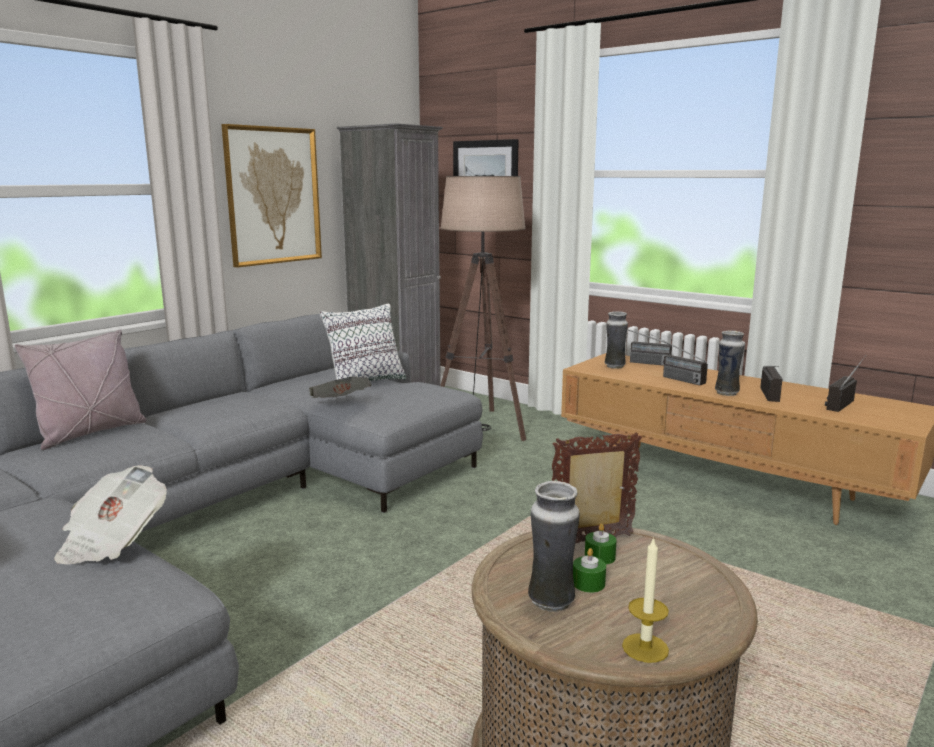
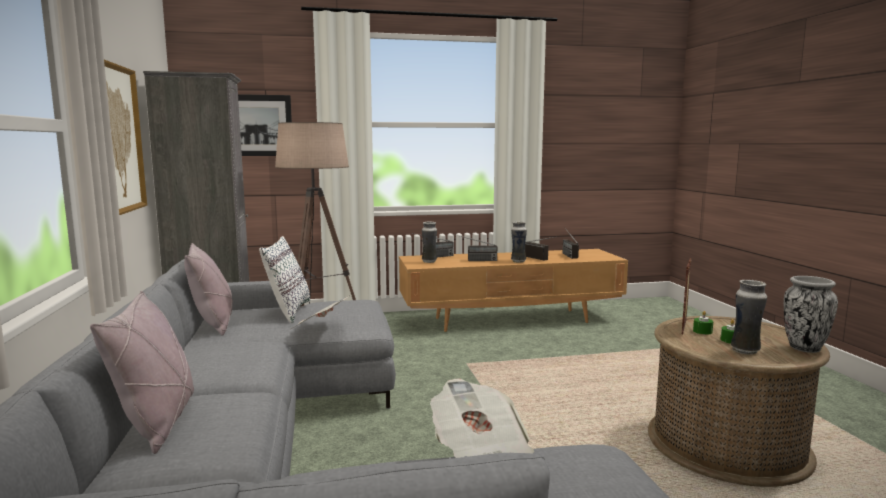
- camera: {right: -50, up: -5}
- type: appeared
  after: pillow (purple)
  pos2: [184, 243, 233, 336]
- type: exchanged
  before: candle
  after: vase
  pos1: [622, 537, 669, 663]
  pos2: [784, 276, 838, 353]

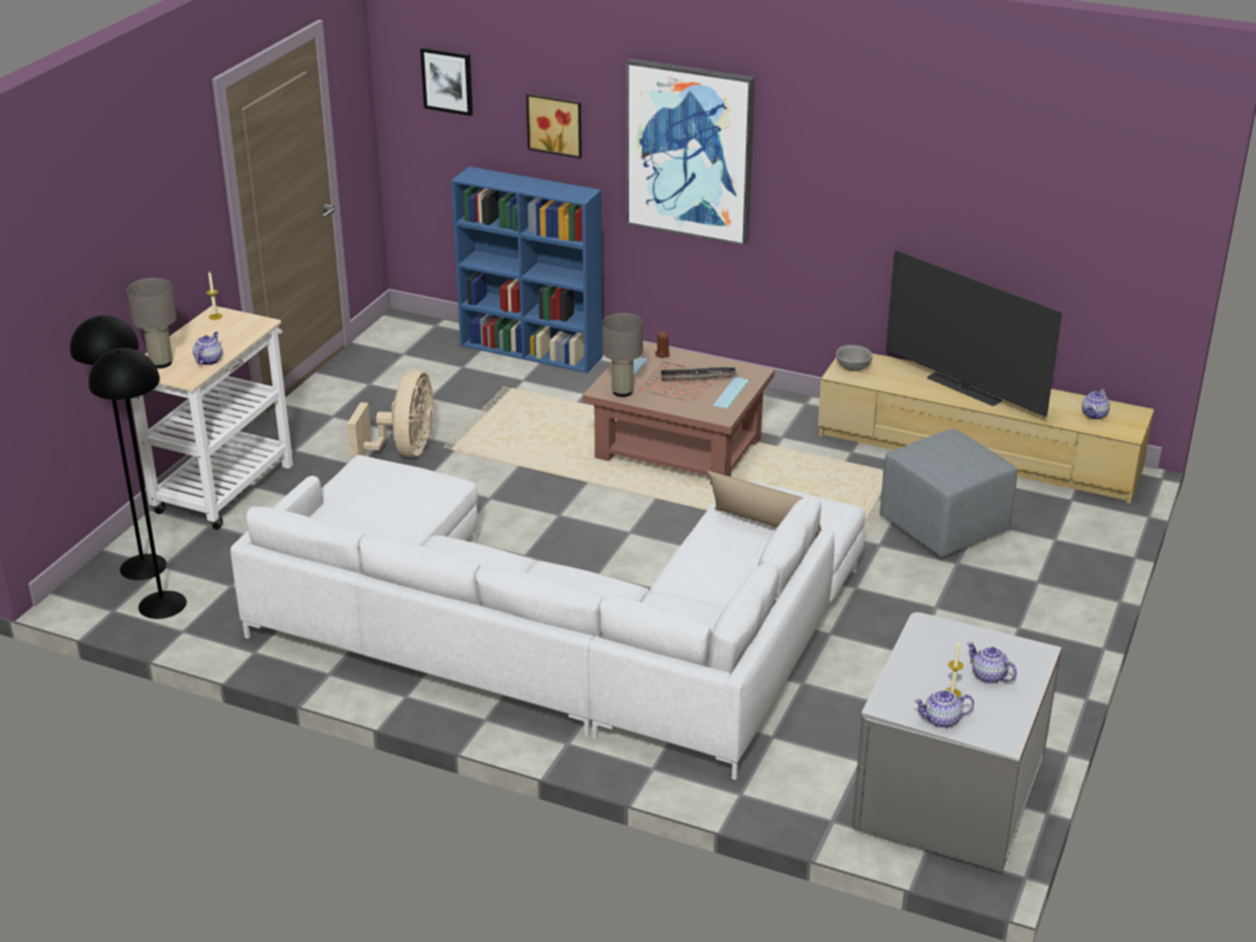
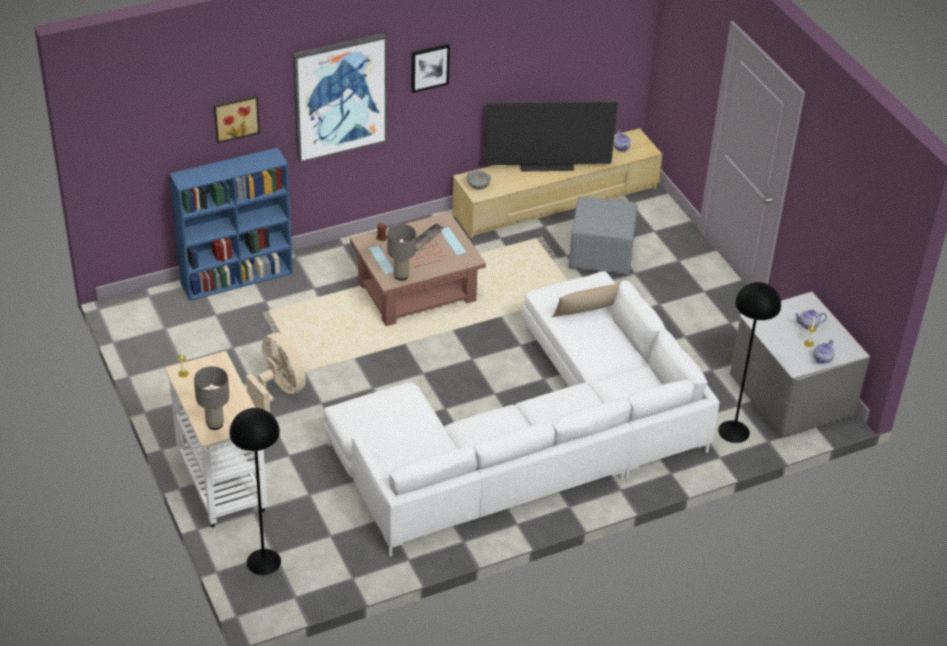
- camera: {right: -50, up: 10}
- type: relocated
  before: picture
  pos1: [420, 47, 473, 116]
  pos2: [411, 44, 450, 93]
- type: relocated
  before: floor lamp (black)
  pos1: [88, 348, 187, 619]
  pos2: [718, 282, 781, 443]
- type: missing
  before: teapot
  pos1: [193, 332, 223, 365]

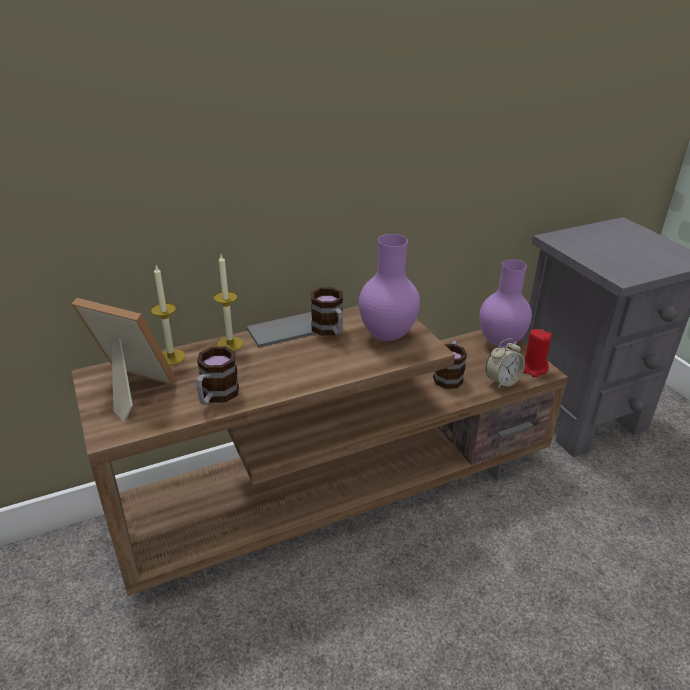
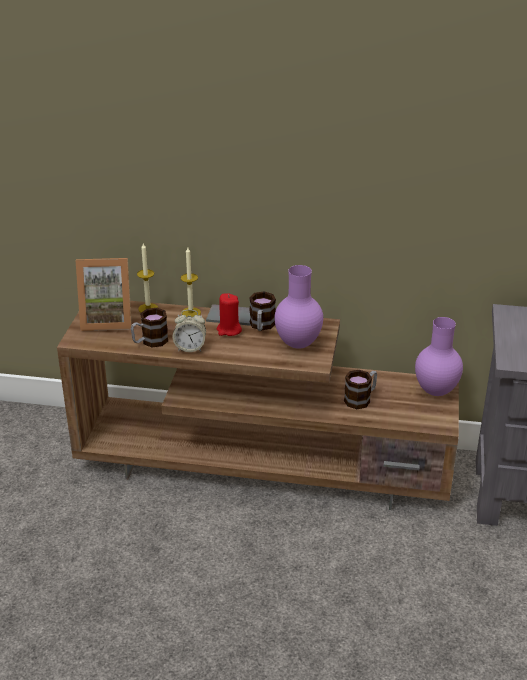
- camera: {right: 35, up: 0}
- type: spun
  before: picture frame
  pos1: [72, 298, 177, 422]
  pos2: [75, 258, 132, 331]
  turn: 120
- type: relocated
  before: alarm clock
  pos1: [486, 338, 525, 389]
  pos2: [173, 310, 206, 352]
- type: relocated
  before: candle (red)
  pos1: [523, 329, 552, 377]
  pos2: [217, 293, 242, 336]

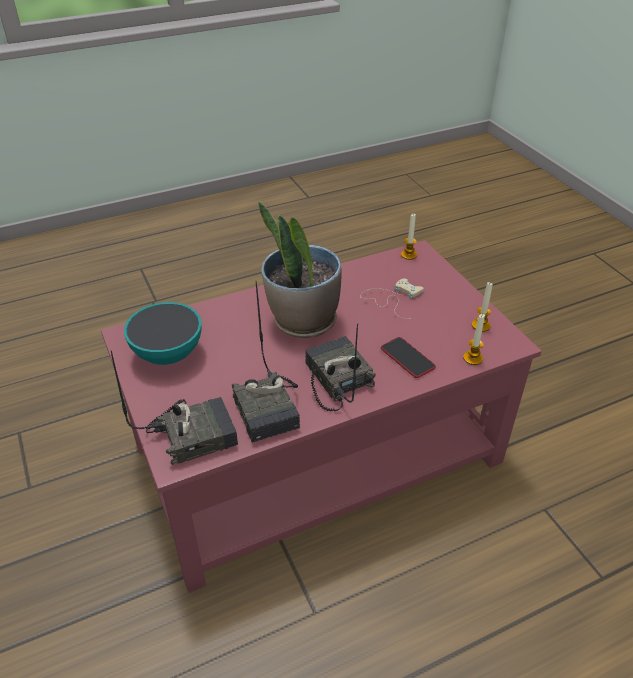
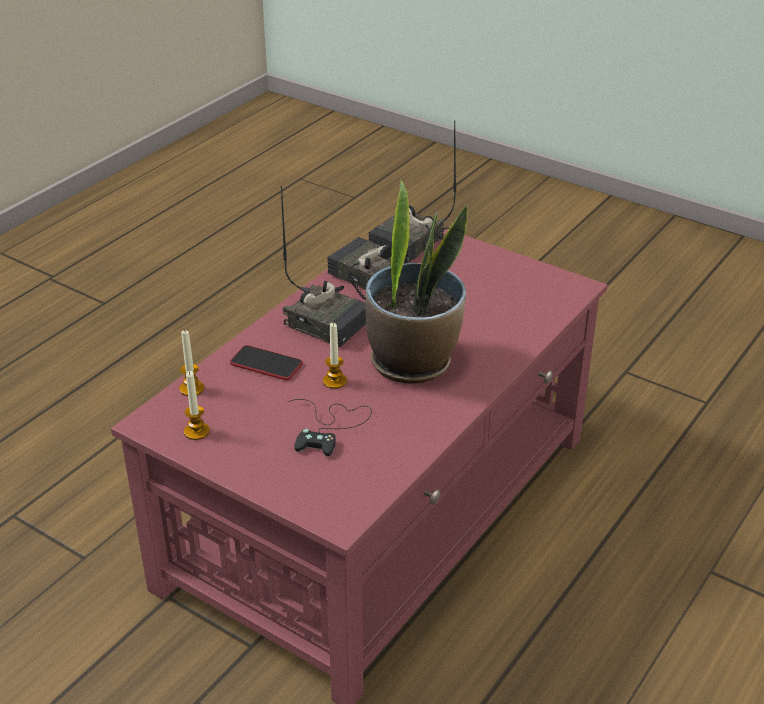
- camera: {right: 150, up: -5}
- type: colour
  before: game controller (beige)
  after: game controller (black)
  pos1: [360, 278, 424, 319]
  pos2: [288, 399, 372, 456]
- type: relocated
  before: candle
  pos1: [401, 213, 417, 260]
  pos2: [323, 322, 347, 389]
- type: missing
  before: bowl
  pos1: [124, 302, 202, 365]

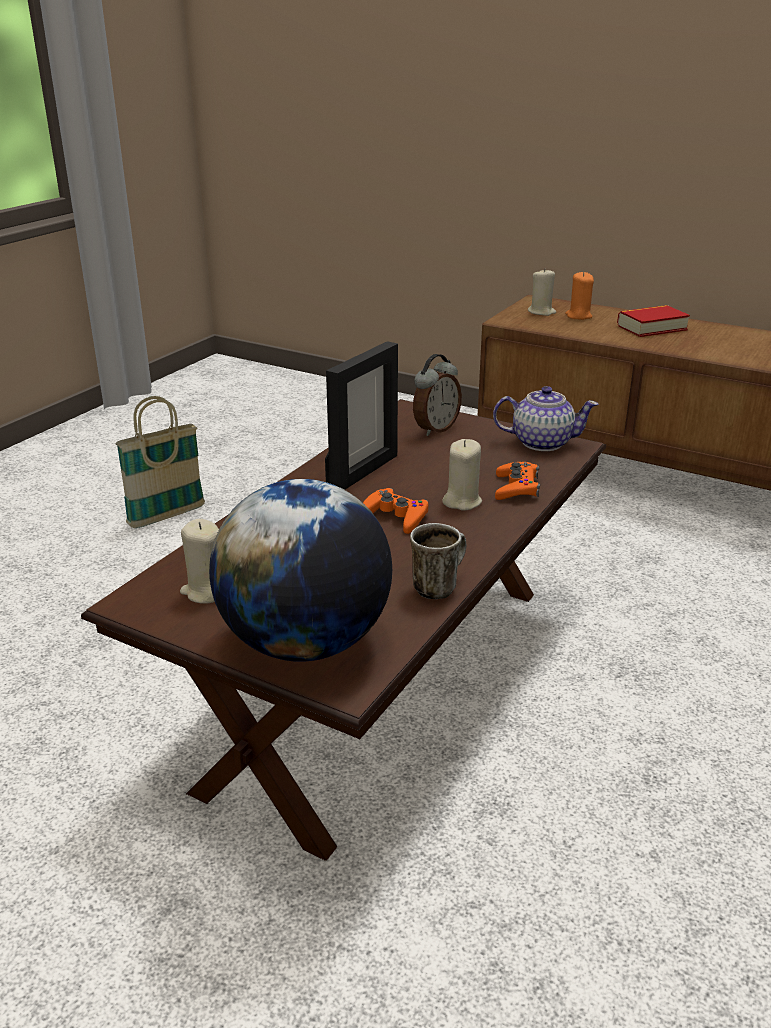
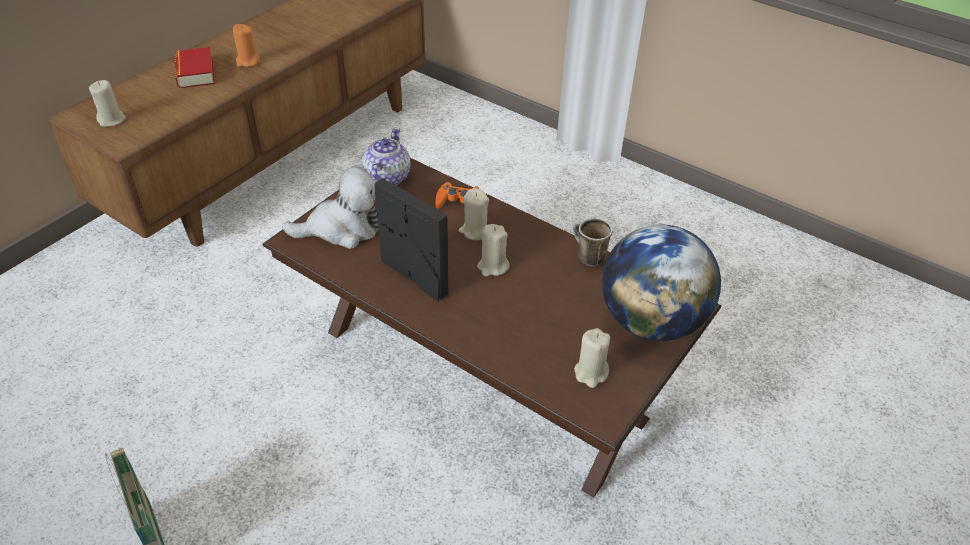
- camera: {right: -85, up: 15}
- type: relocated
  before: candle (orange)
  pos1: [565, 272, 594, 320]
  pos2: [233, 24, 260, 67]
- type: exchanged
  before: alarm clock
  after: plush toy
  pos1: [413, 354, 462, 436]
  pos2: [282, 165, 379, 249]
- type: exchanged
  before: game controller (orange)
  after: candle (beige)
  pos1: [363, 488, 429, 534]
  pos2: [477, 224, 510, 276]

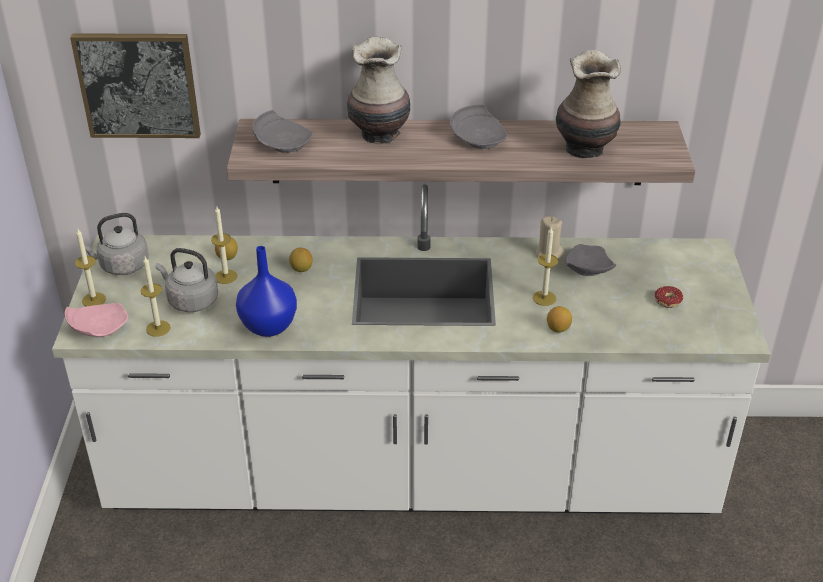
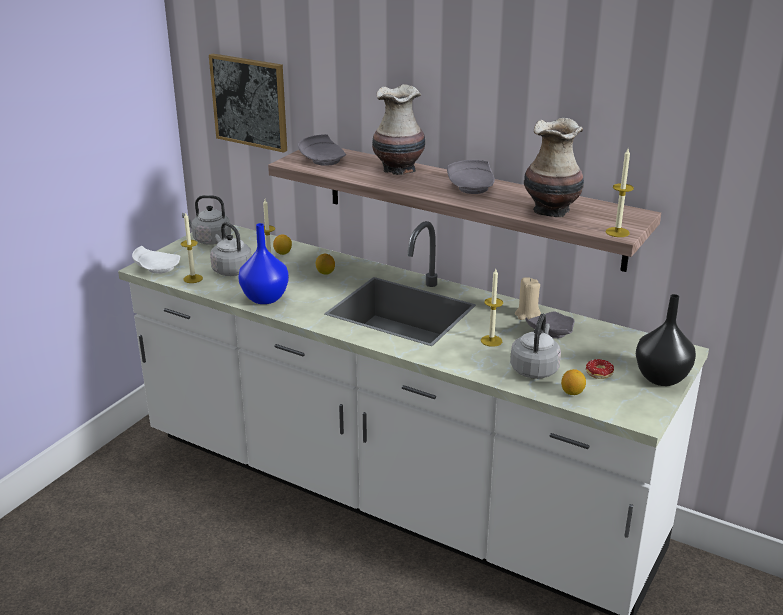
- camera: {right: 30, up: -10}
- type: colour
  before: plate (pink)
  after: plate (white)
  pos1: [65, 303, 128, 337]
  pos2: [132, 246, 181, 274]
- type: appeared
  after: kettle (grey)
  pos2: [510, 313, 561, 379]
- type: relocated
  before: lemon
  pos1: [547, 306, 572, 333]
  pos2: [561, 369, 586, 395]
- type: relocated
  before: candle
  pos1: [75, 229, 106, 306]
  pos2: [606, 149, 634, 237]
- type: appeared
  after: vase (black)
  pos2: [636, 294, 696, 386]

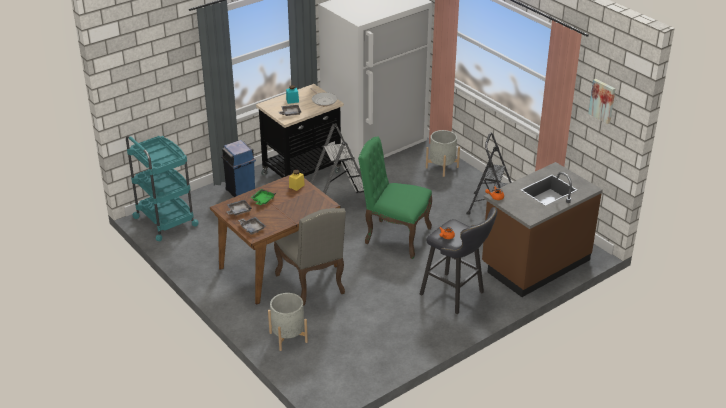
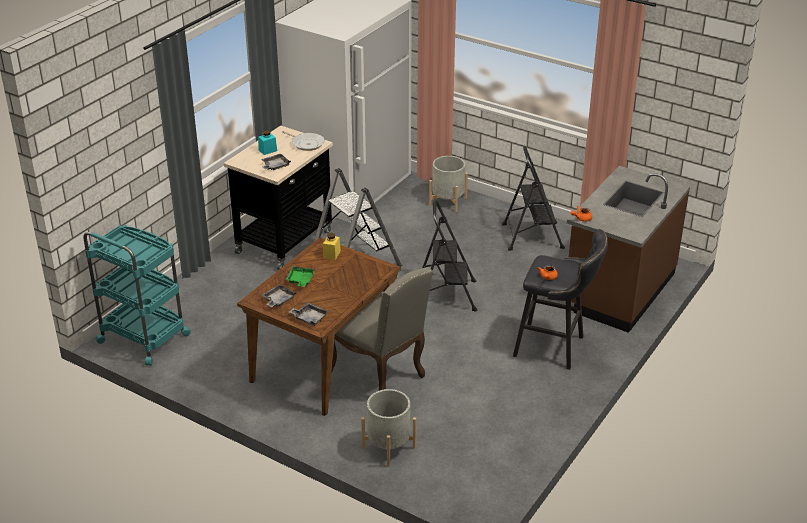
- camera: {right: -20, up: 0}
- type: exchanged
  before: chair (green)
  after: step ladder (black)
  pos1: [358, 137, 432, 259]
  pos2: [422, 200, 477, 312]
- type: missing
  before: trash can (blue)
  pos1: [221, 140, 256, 197]
- type: missing
  before: picture
  pos1: [588, 79, 616, 124]

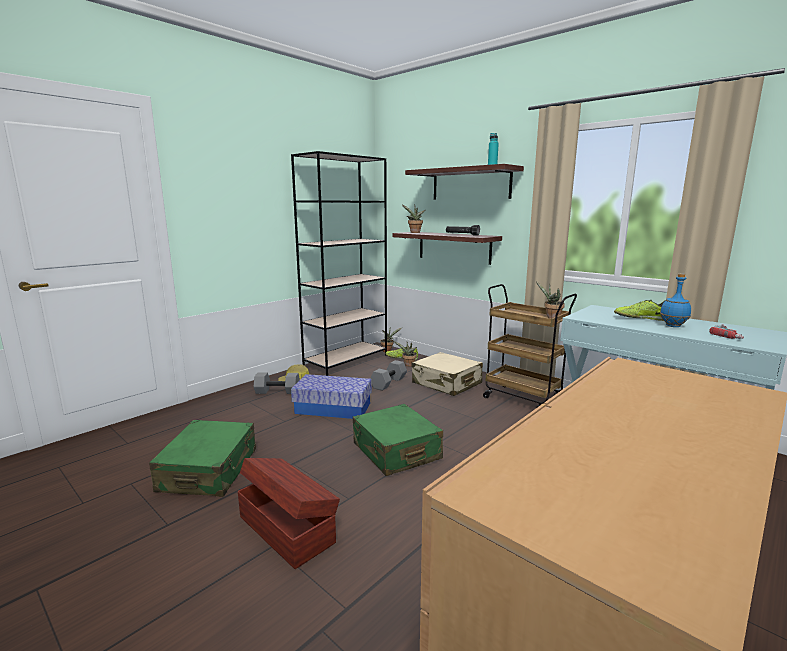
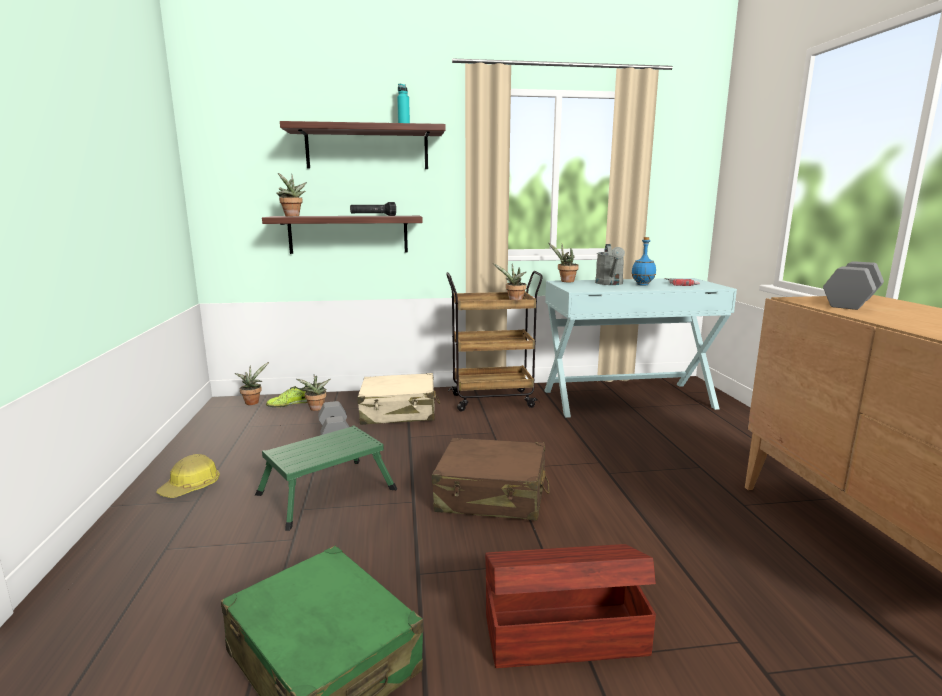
- camera: {right: -50, up: 0}
- type: exchanged
  before: storage box
  after: step ladder (green)
  pos1: [291, 374, 372, 419]
  pos2: [255, 425, 397, 531]
- type: colour
  before: suitcase (green)
  after: suitcase (brown)
  pos1: [353, 404, 443, 476]
  pos2: [432, 438, 549, 520]
- type: appeared
  after: potted plant
  pos2: [549, 243, 579, 282]
- type: exchanged
  before: shoe
  after: watering can (grey)
  pos1: [614, 300, 664, 321]
  pos2: [595, 244, 625, 285]
- type: relocated
  before: dumbbell (grey)
  pos1: [254, 372, 300, 394]
  pos2: [823, 261, 884, 310]
- type: missing
  before: bookcase (beige)
  pos1: [291, 151, 387, 376]

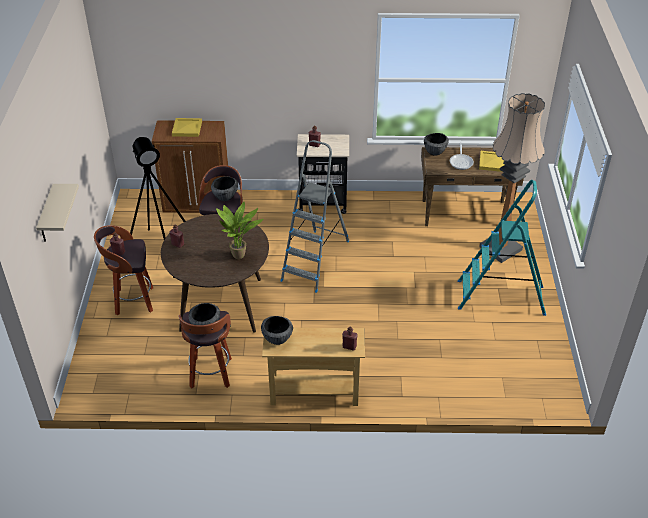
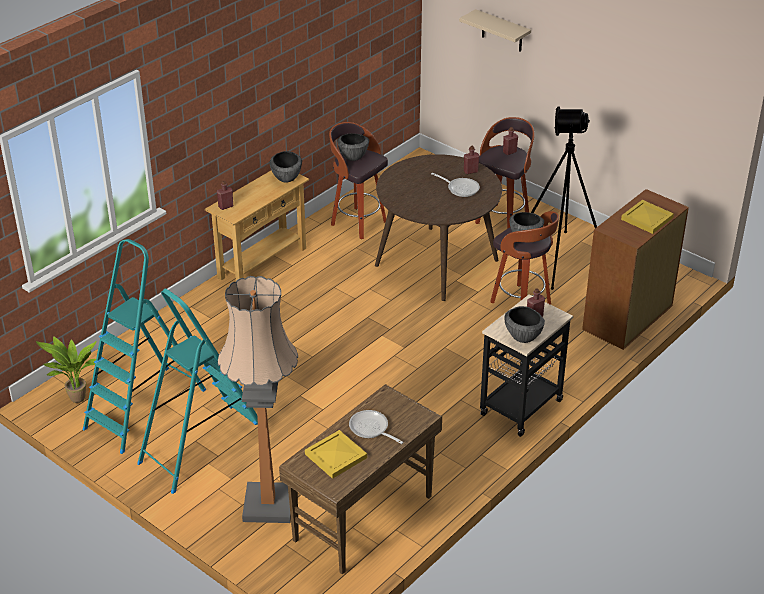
- camera: {right: 130, up: -5}
- type: relocated
  before: potted plant
  pos1: [216, 202, 263, 259]
  pos2: [36, 336, 96, 403]
- type: appeared
  after: step ladder (turquoise)
  pos2: [83, 239, 206, 454]
- type: appeared
  after: frying pan
  pos2: [431, 173, 480, 197]
- type: relocated
  before: bowl
  pos1: [424, 133, 449, 155]
  pos2: [505, 306, 545, 343]
- type: missing
  before: step ladder (grey)
  pos1: [281, 140, 349, 293]

